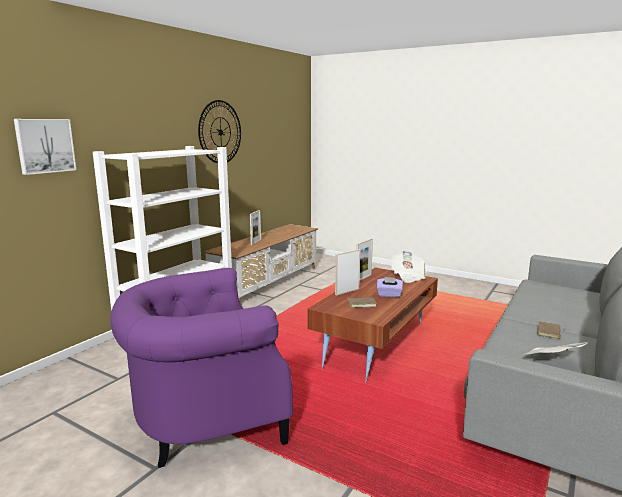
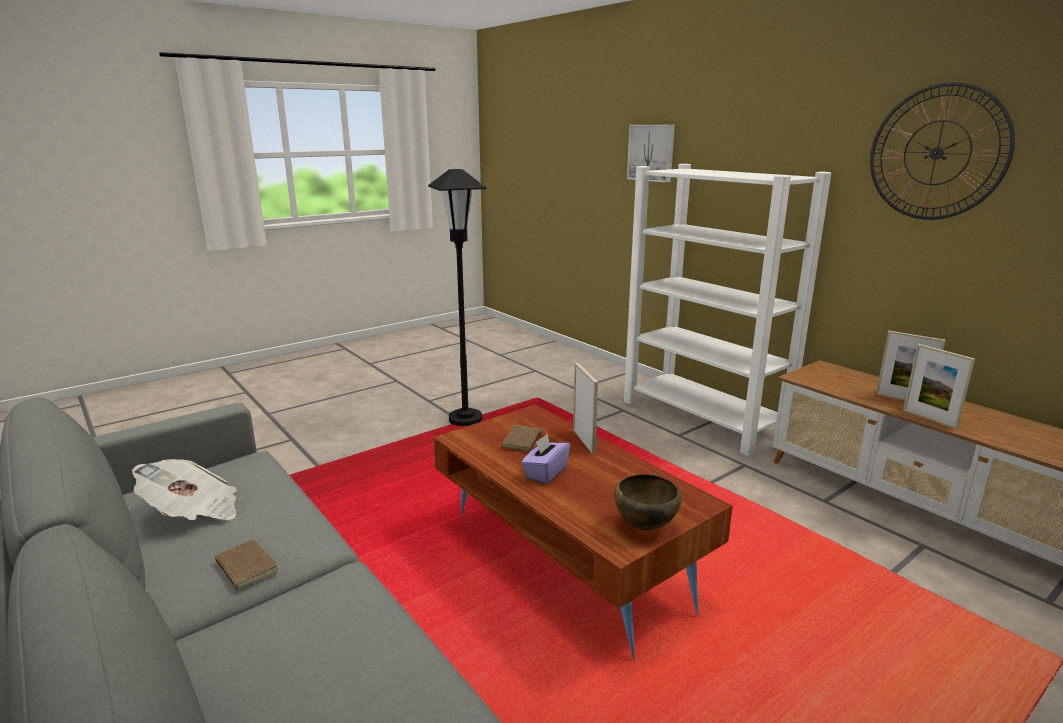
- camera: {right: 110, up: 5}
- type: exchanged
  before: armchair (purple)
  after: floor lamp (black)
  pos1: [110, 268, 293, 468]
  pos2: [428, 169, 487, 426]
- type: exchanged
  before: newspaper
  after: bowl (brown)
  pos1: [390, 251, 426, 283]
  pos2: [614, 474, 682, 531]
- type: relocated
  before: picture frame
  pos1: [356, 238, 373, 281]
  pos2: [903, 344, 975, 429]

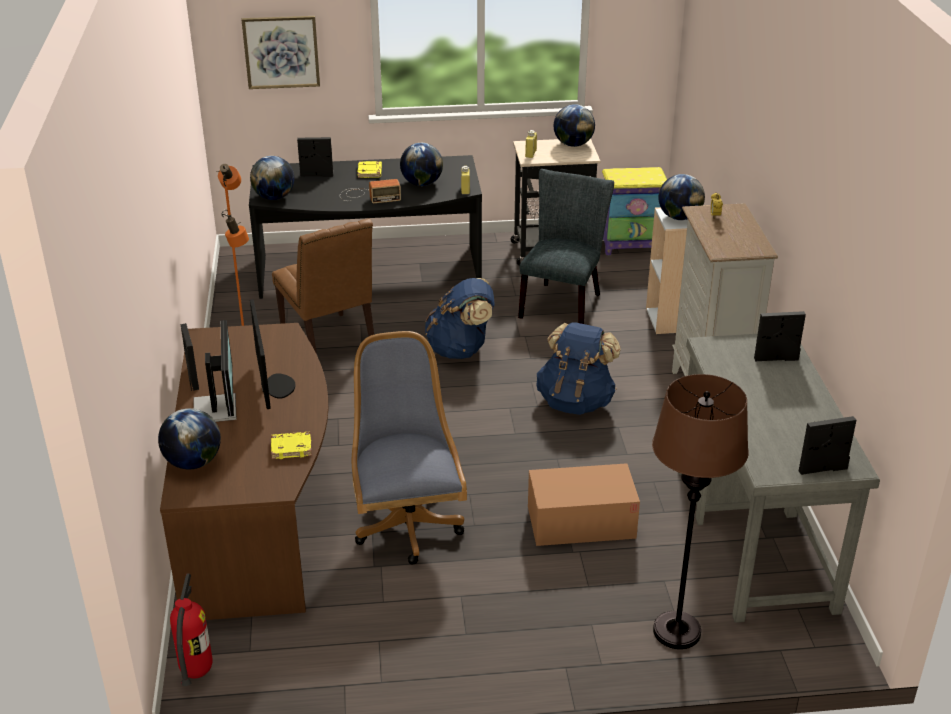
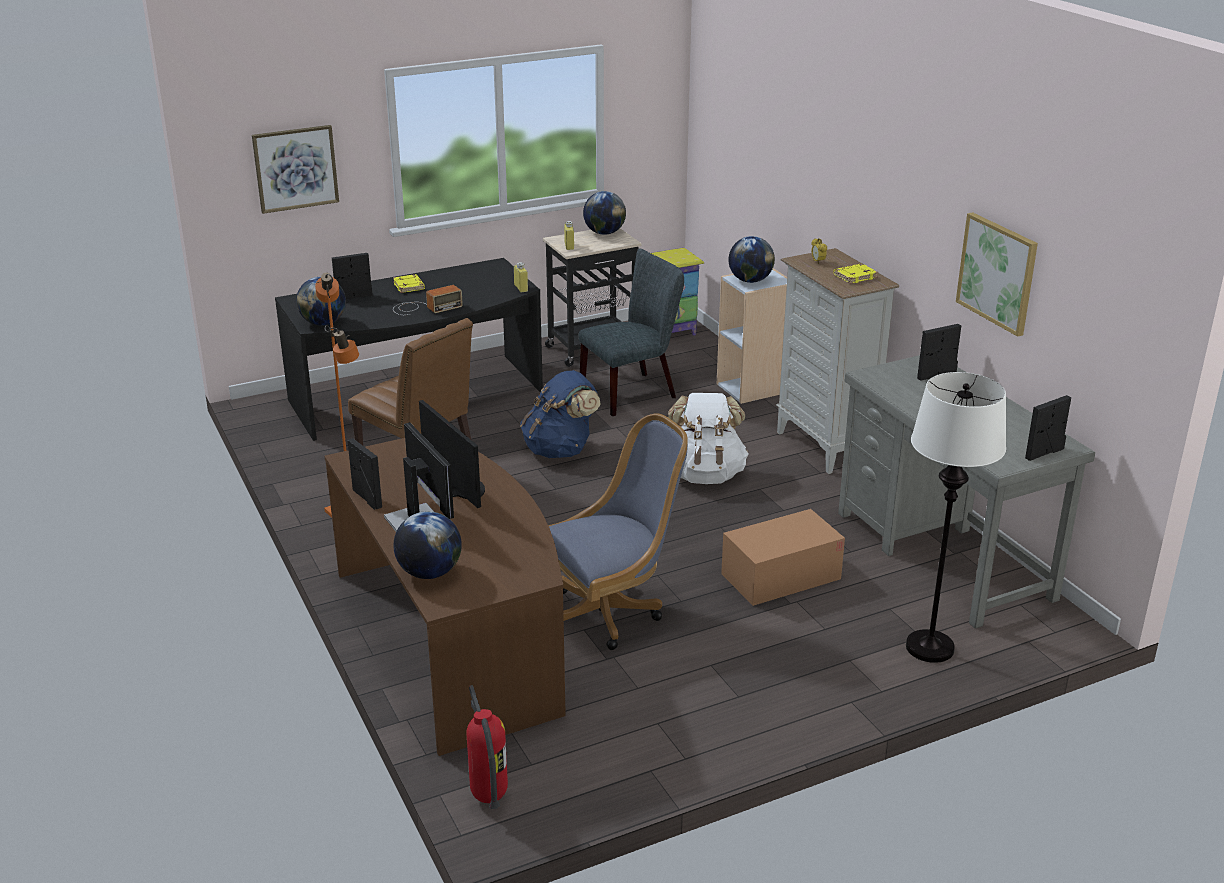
- camera: {right: -20, up: -5}
- type: spun
  before: office chair (blue)
  pos1: [352, 331, 467, 565]
  pos2: [548, 413, 688, 650]
  turn: 90
- type: spun
  before: chair (grey)
  pos1: [518, 169, 614, 324]
  pos2: [579, 248, 684, 416]
  turn: 60
- type: colour
  before: backpack (blue)
  after: backpack (white)
  pos1: [536, 322, 621, 415]
  pos2: [668, 393, 749, 484]
- type: relocated
  before: book (yellow)
  pos1: [271, 432, 312, 459]
  pos2: [833, 264, 878, 284]
- type: colour
  before: floor lamp (brown)
  after: floor lamp (white)
  pos1: [652, 374, 749, 649]
  pos2: [906, 372, 1006, 663]
- type: appeared
  after: picture
  pos2: [956, 212, 1038, 337]
- type: missing
  before: globe
  pos1: [400, 143, 443, 186]

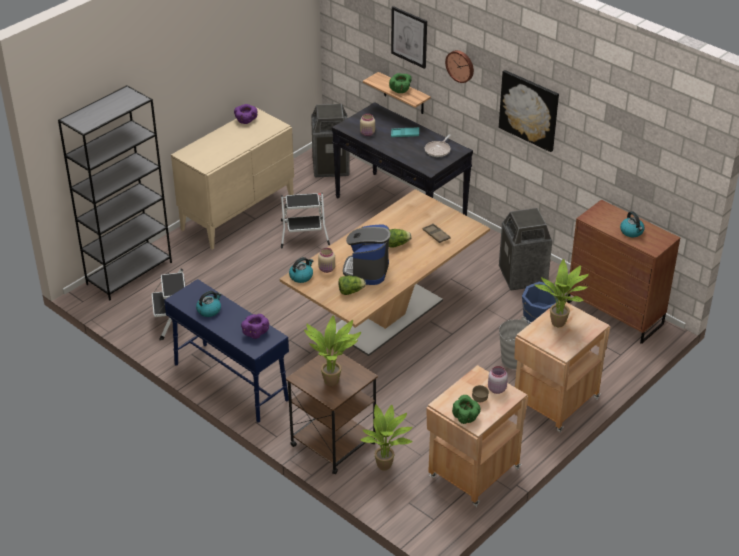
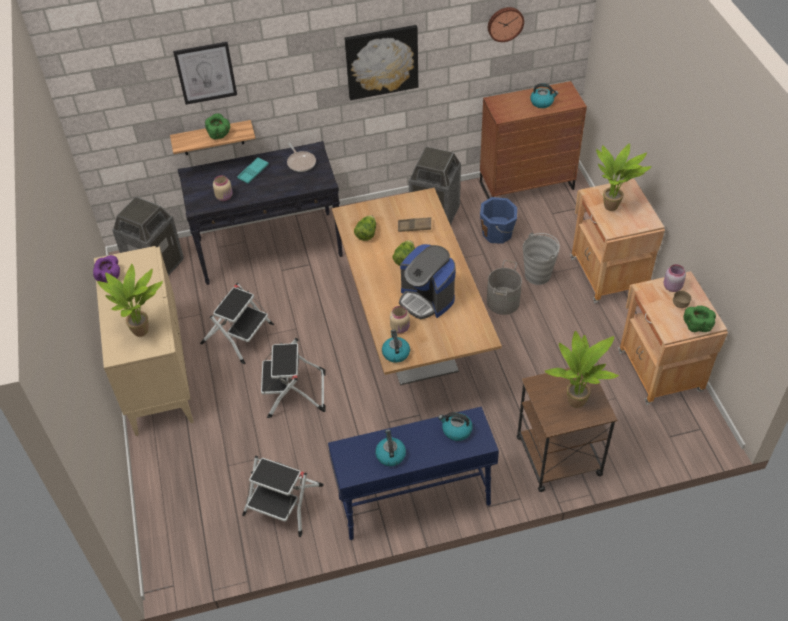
- camera: {right: -55, up: 10}
- type: relocated
  before: potted plant
  pos1: [360, 404, 413, 471]
  pos2: [97, 264, 163, 337]
- type: appeared
  after: step ladder
  pos2: [261, 338, 326, 418]
- type: relocated
  before: lettuce
  pos1: [338, 276, 366, 295]
  pos2: [354, 215, 376, 241]
- type: exchanged
  before: bowl (purple)
  after: kettle
  pos1: [241, 314, 269, 339]
  pos2: [438, 412, 473, 441]
- type: appeared
  after: bucket (grey)
  pos2: [487, 260, 522, 315]
- type: relocated
  before: wall clock
  pos1: [445, 50, 474, 83]
  pos2: [488, 7, 524, 42]
- type: missing
  before: bookcase (grey)
  pos1: [58, 85, 172, 300]

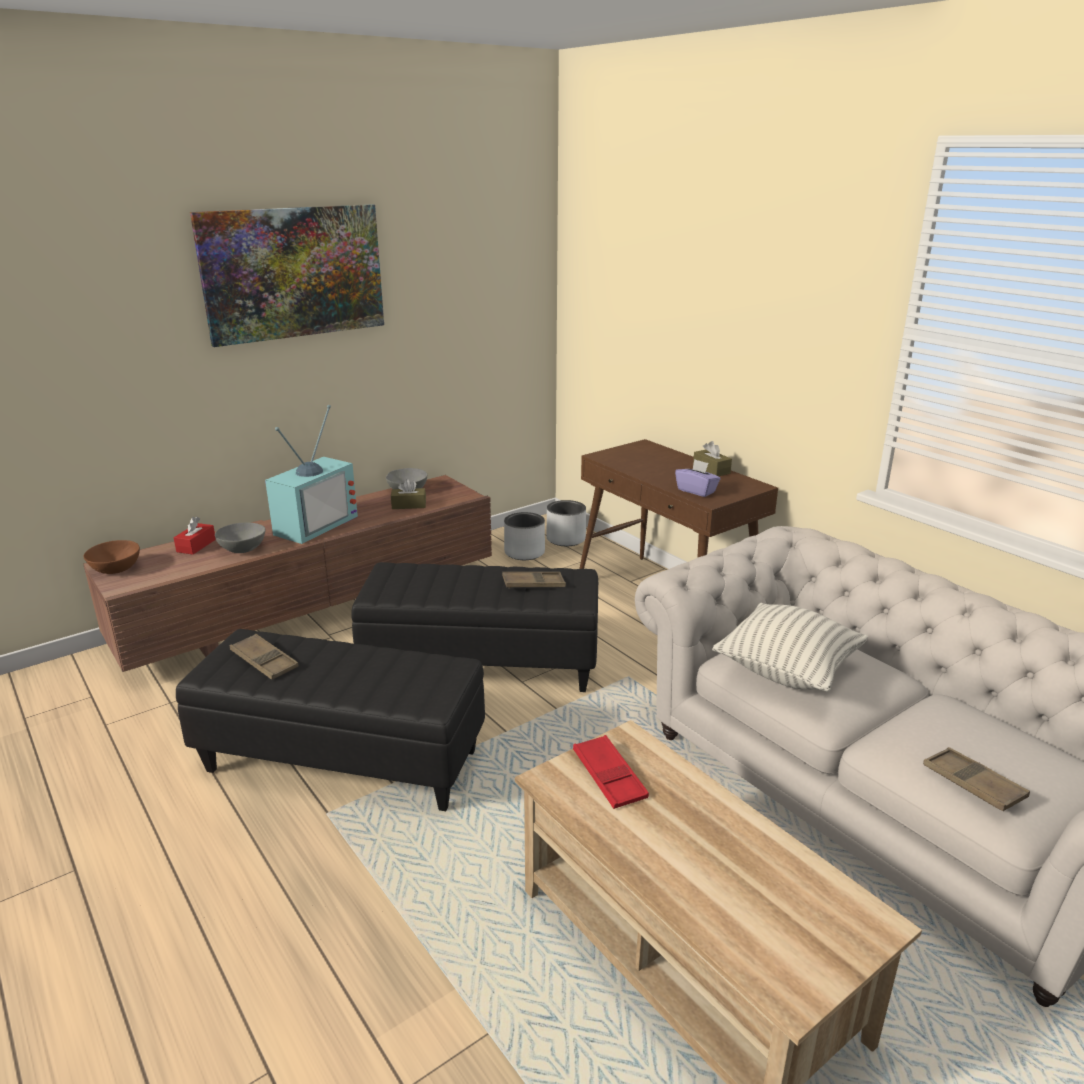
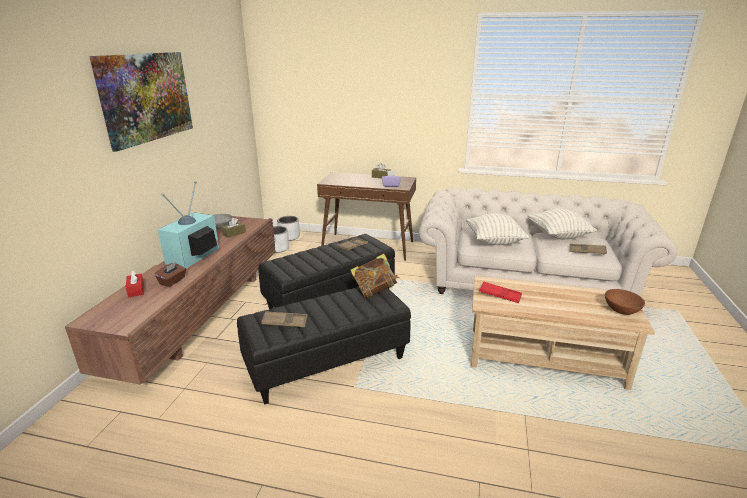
- camera: {right: -40, up: 0}
- type: exchanged
  before: bowl (grey)
  after: tissue box (brown)
  pos1: [215, 522, 266, 553]
  pos2: [155, 262, 186, 287]
- type: spun
  before: television
  pos1: [265, 405, 358, 544]
  pos2: [158, 181, 219, 268]
  turn: -150
- type: appeared
  after: book
  pos2: [351, 254, 399, 299]
- type: appeared
  after: pillow
  pos2: [528, 209, 597, 239]
- type: relocated
  before: bowl (brown)
  pos1: [83, 540, 140, 574]
  pos2: [605, 289, 645, 315]

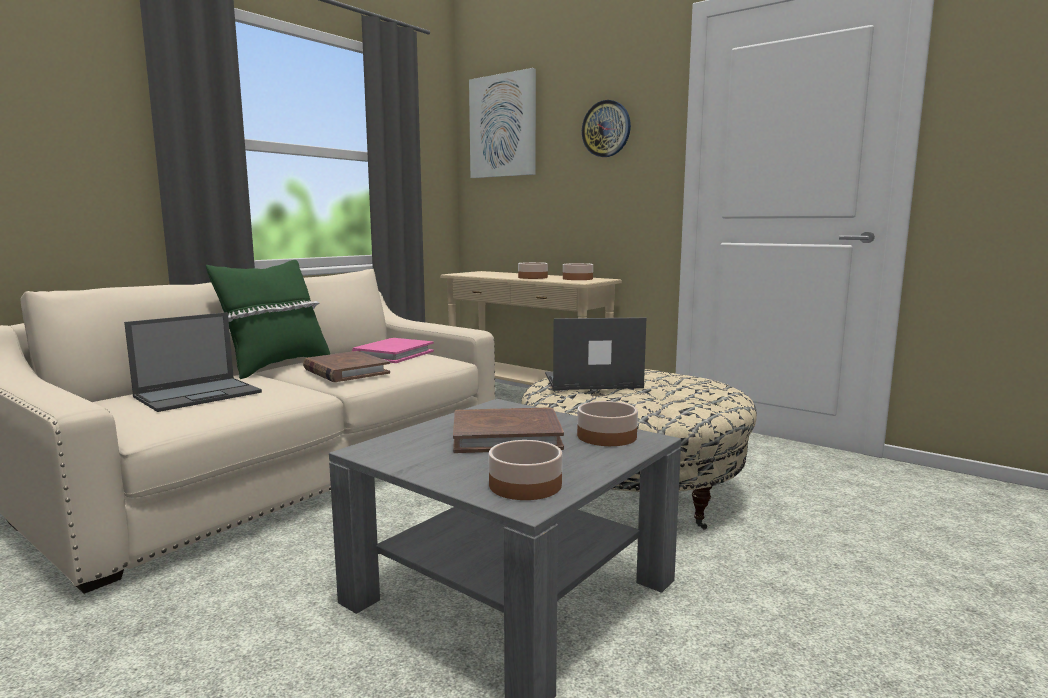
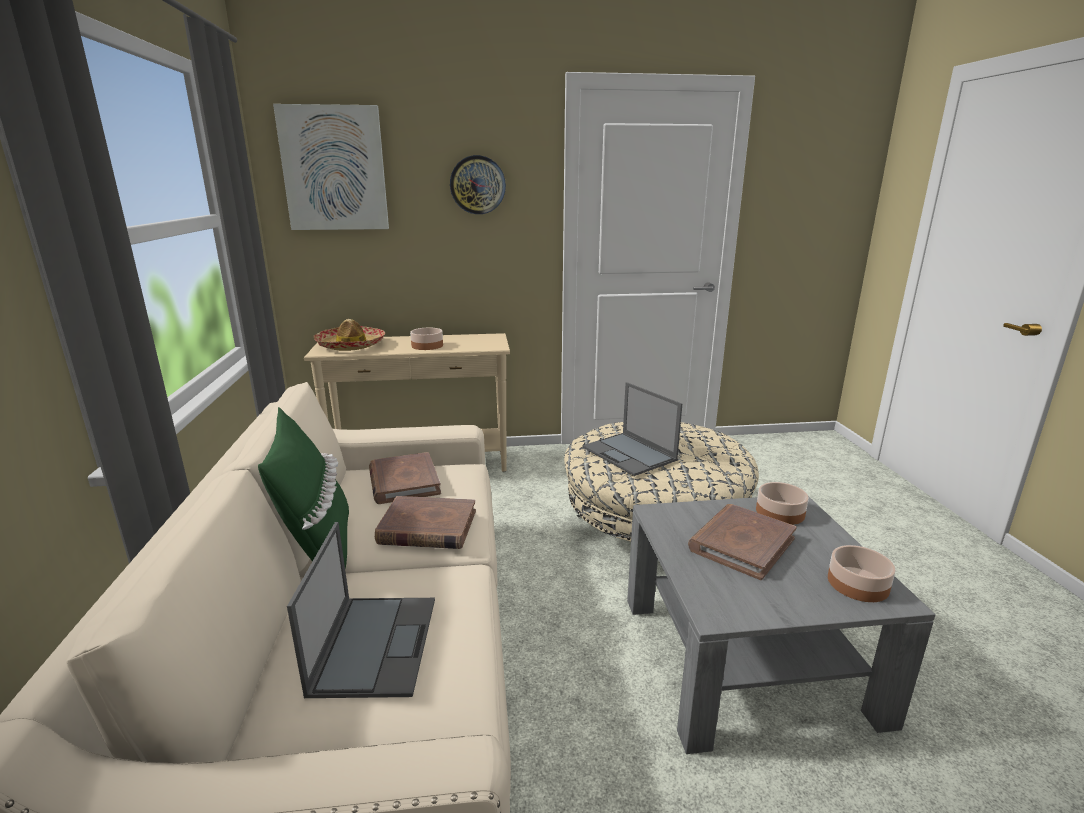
- camera: {right: -45, up: 10}
- type: appeared
  after: hat
  pos2: [313, 319, 385, 351]
- type: colour
  before: book (pink)
  after: book (brown)
  pos1: [352, 338, 434, 363]
  pos2: [369, 452, 441, 504]
- type: spun
  before: laptop
  pos1: [545, 317, 646, 390]
  pos2: [583, 382, 682, 476]
  turn: -75
- type: missing
  before: bowl
  pos1: [563, 263, 593, 280]

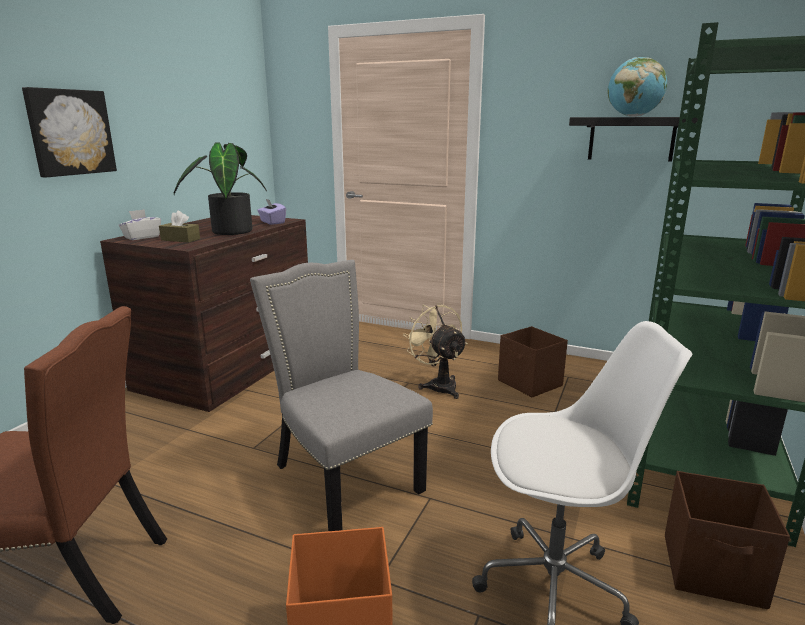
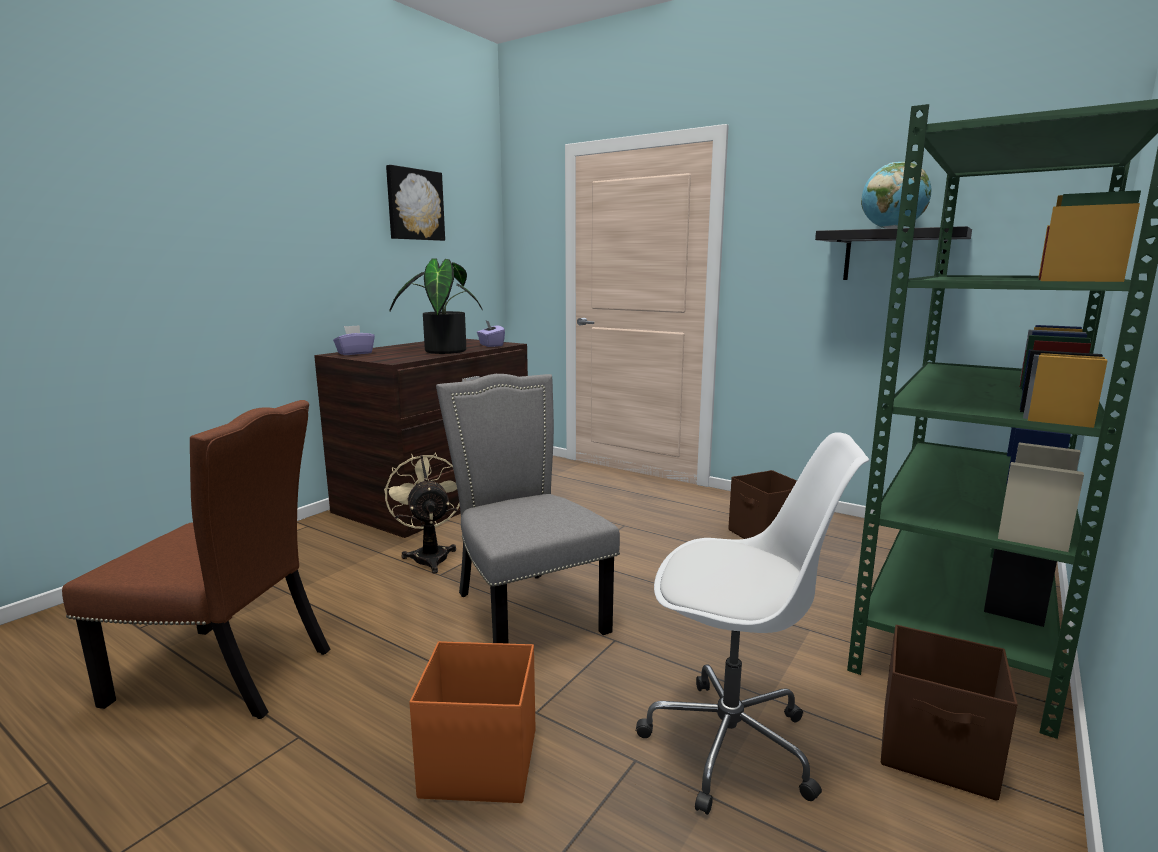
- camera: {right: 10, up: -5}
- type: colour
  before: tissue box (white)
  after: tissue box (purple)
  pos1: [119, 209, 161, 240]
  pos2: [333, 325, 375, 355]
- type: relocated
  before: fan (beige)
  pos1: [403, 303, 468, 399]
  pos2: [384, 453, 460, 574]
- type: relocated
  before: picture
  pos1: [22, 87, 117, 177]
  pos2: [386, 165, 445, 241]
- type: missing
  before: tissue box (brown)
  pos1: [159, 210, 200, 243]

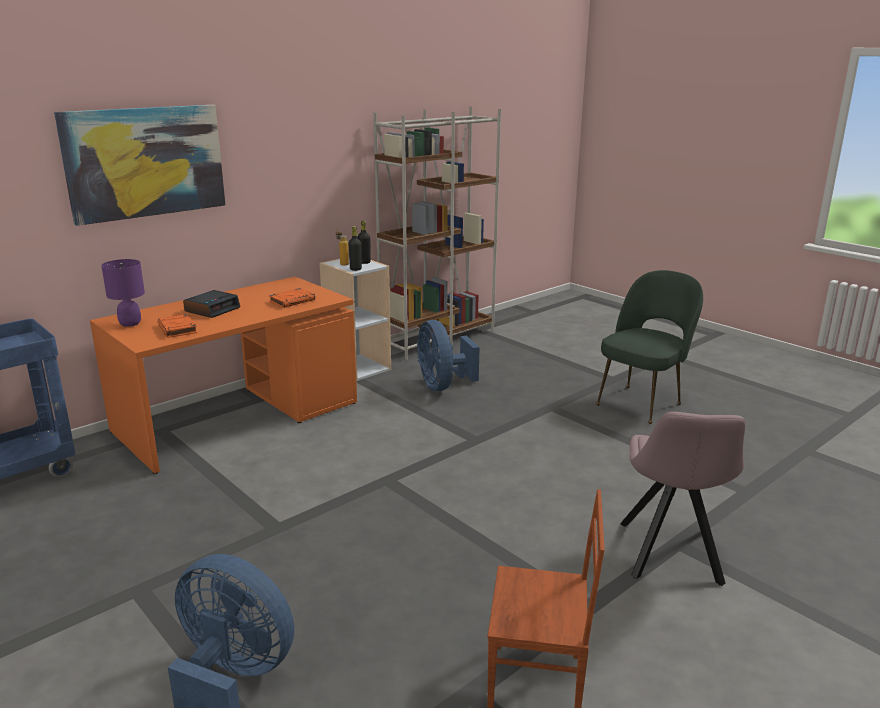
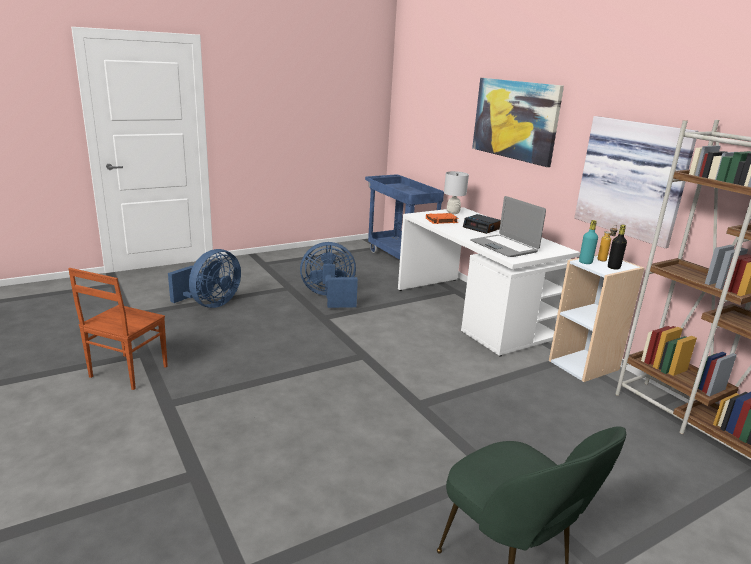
- camera: {right: 100, up: 0}
- type: relocated
  before: fan (blue)
  pos1: [417, 320, 480, 391]
  pos2: [300, 242, 358, 308]
- type: colour
  before: desk (orange)
  after: desk (white)
  pos1: [90, 277, 357, 474]
  pos2: [398, 207, 580, 357]
- type: colour
  before: table lamp (purple)
  after: table lamp (grey)
  pos1: [101, 259, 145, 327]
  pos2: [444, 171, 469, 214]
- type: exchanged
  before: book (orange)
  after: laptop
  pos1: [269, 288, 315, 308]
  pos2: [470, 196, 546, 257]
- type: appeared
  after: picture
  pos2: [574, 116, 698, 248]
- type: colour
  before: bottle (black)
  after: bottle (turquoise)
  pos1: [348, 226, 362, 271]
  pos2: [579, 220, 598, 264]
- type: missing
  before: chair (pink)
  pos1: [620, 412, 745, 586]

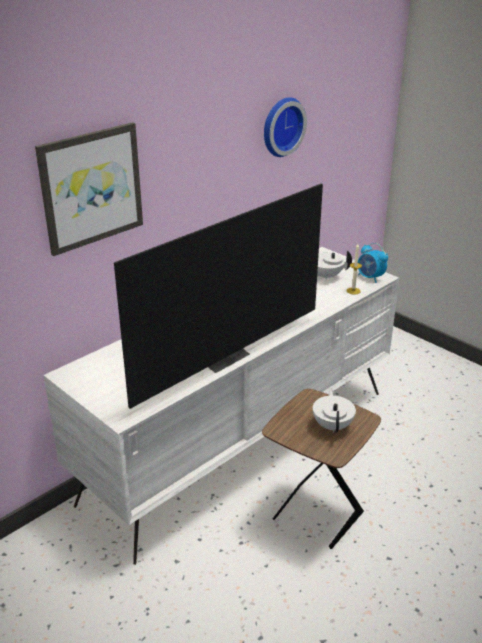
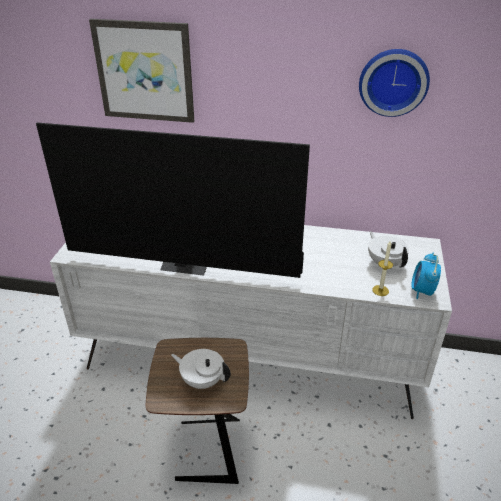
- camera: {right: 55, up: 5}
- type: spun
  before: teapot (white)
  pos1: [313, 388, 356, 433]
  pos2: [171, 349, 231, 389]
  turn: -120

